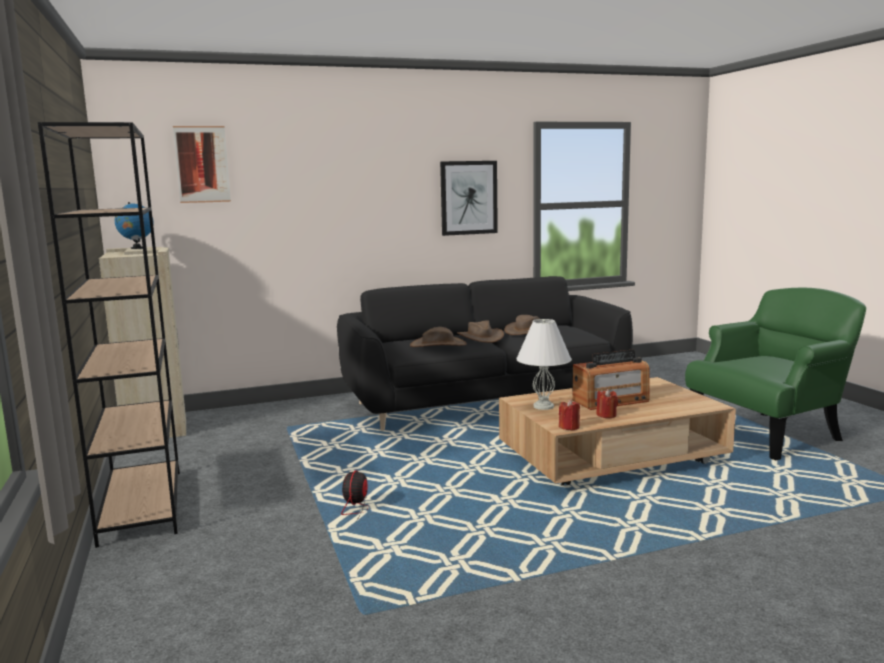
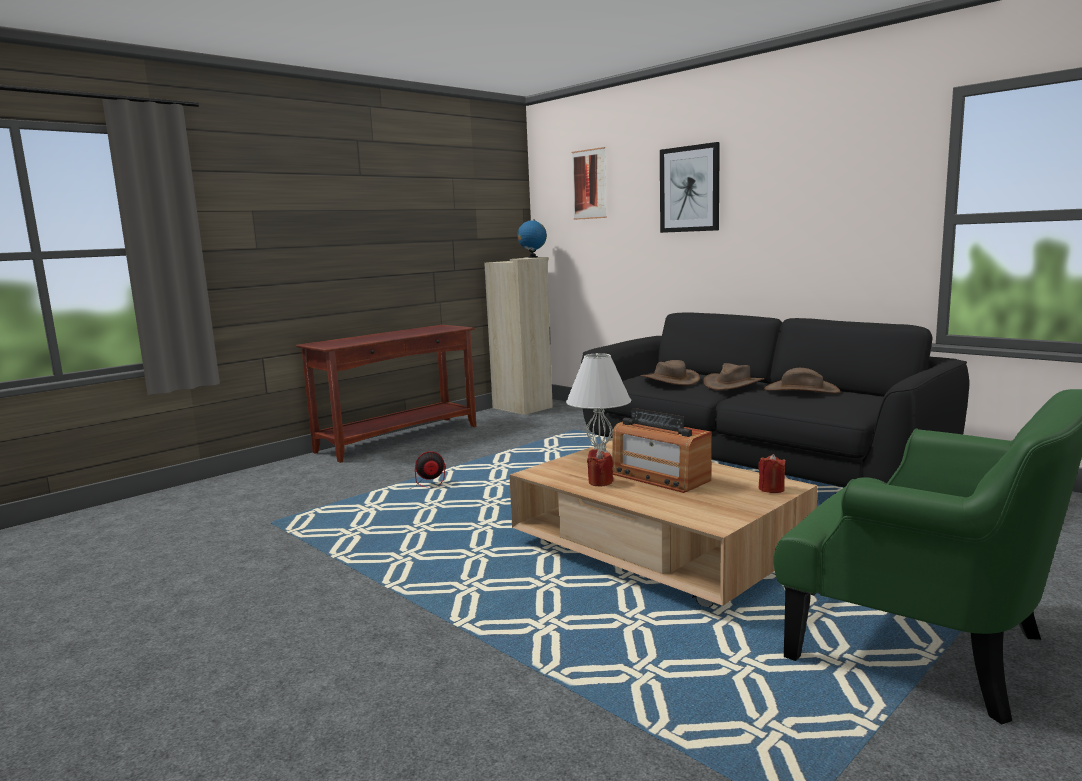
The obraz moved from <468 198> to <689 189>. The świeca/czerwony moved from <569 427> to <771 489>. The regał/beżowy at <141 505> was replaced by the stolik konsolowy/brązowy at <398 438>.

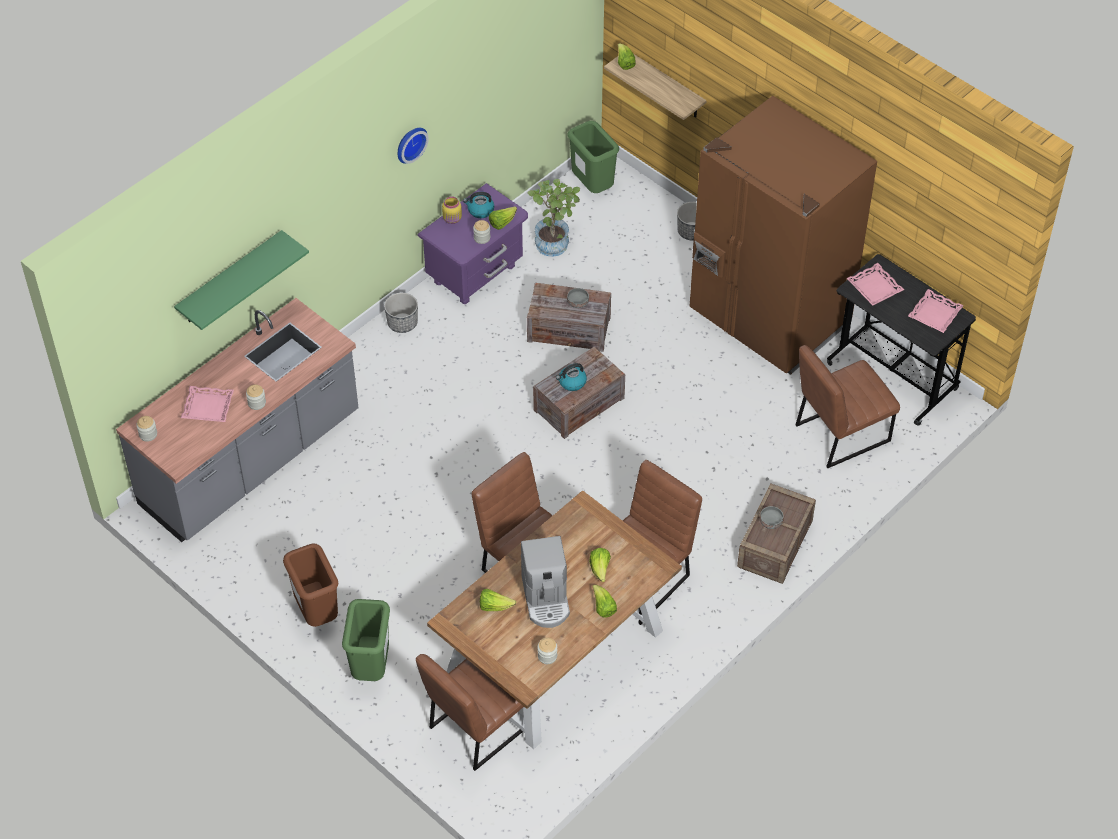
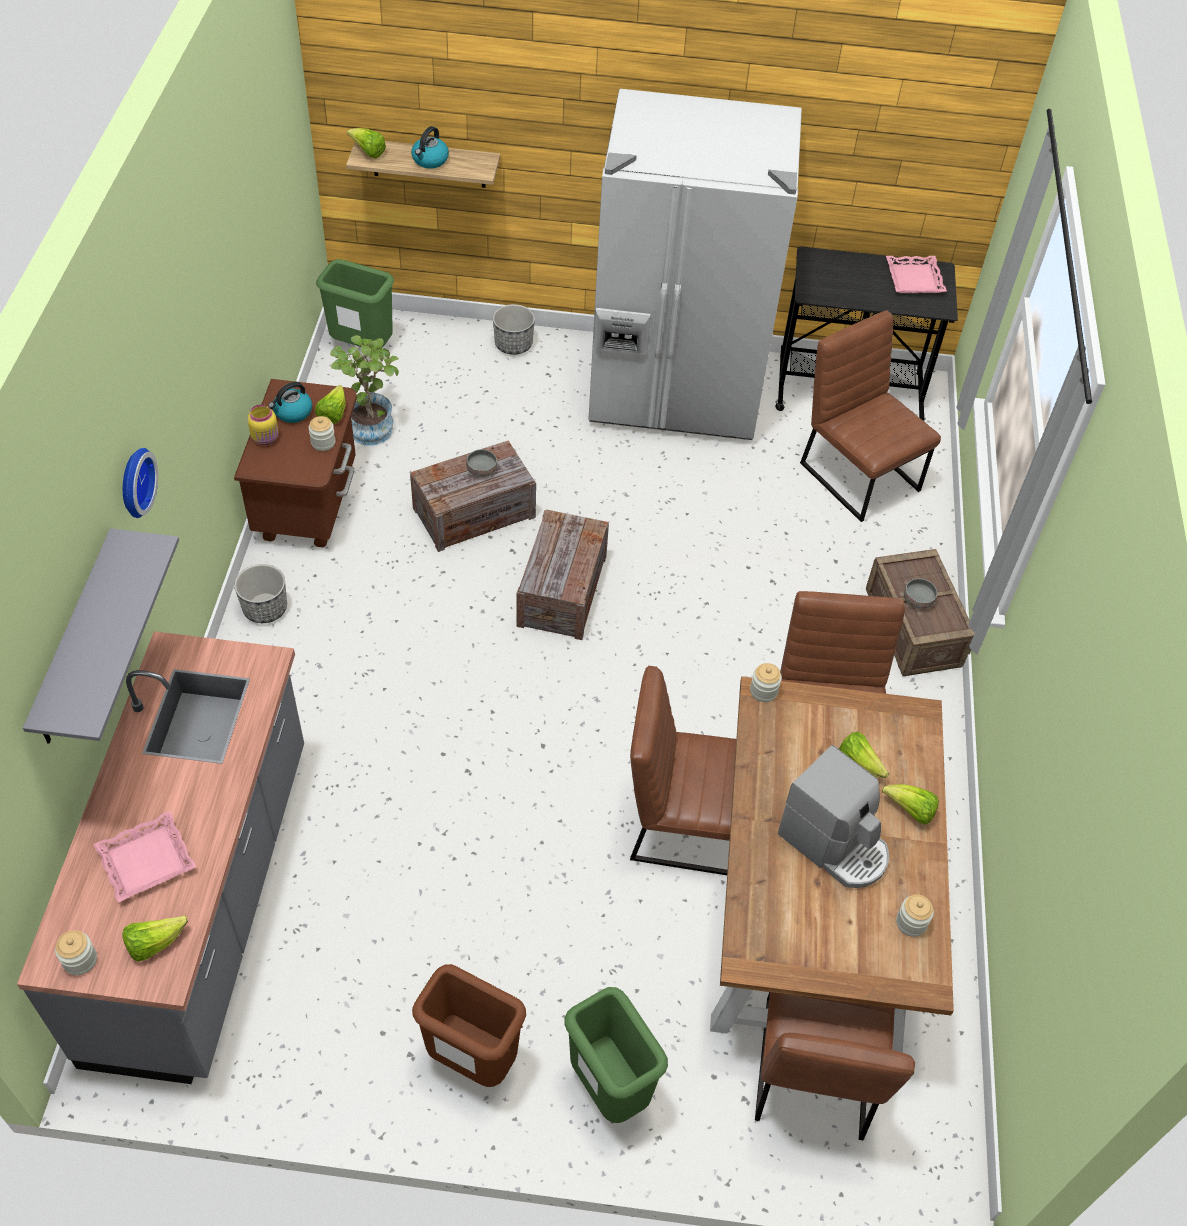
The taca/różowy at <875 287> disappeared. The słoik moved from <257 403> to <763 691>. The zegar ścienny moved from <409 143> to <133 482>. The sałata moved from <494 606> to <154 943>. The czajnik moved from <572 382> to <430 160>. The półka/zielony at <230 278> became the półka/szary at <75 641>. The szafka nocna/fioletowy at <477 275> became the szafka nocna/brązowy at <311 506>. The lodówka/brązowy at <769 317> became the lodówka/biały at <675 392>. The krzesło/brązowy at <840 433> turned 120 degrees clockwise.

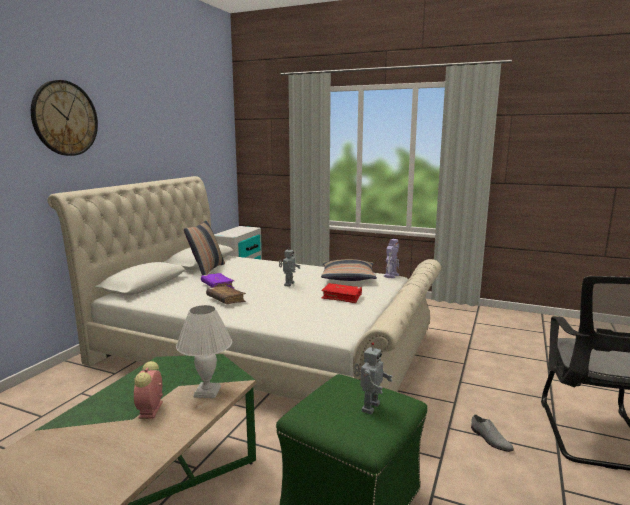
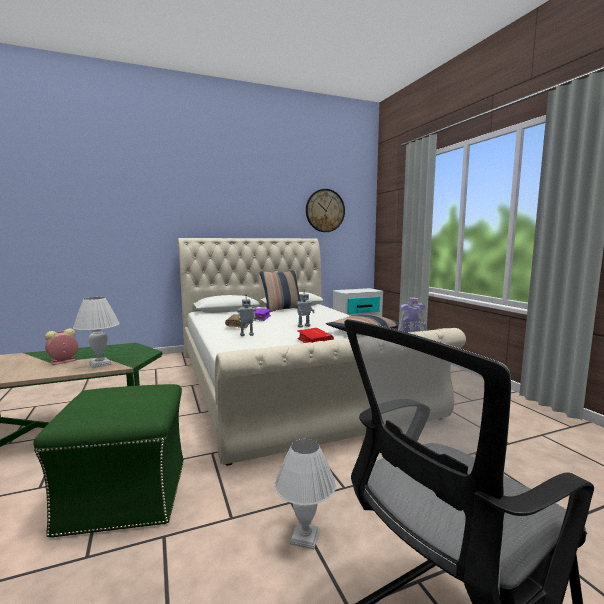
The zegar ścienny moved from <65 118> to <325 210>. The robot zabawkowy moved from <369 407> to <246 335>. The but/szary at <490 439> was replaced by the lampa stołowa/biały at <305 537>.

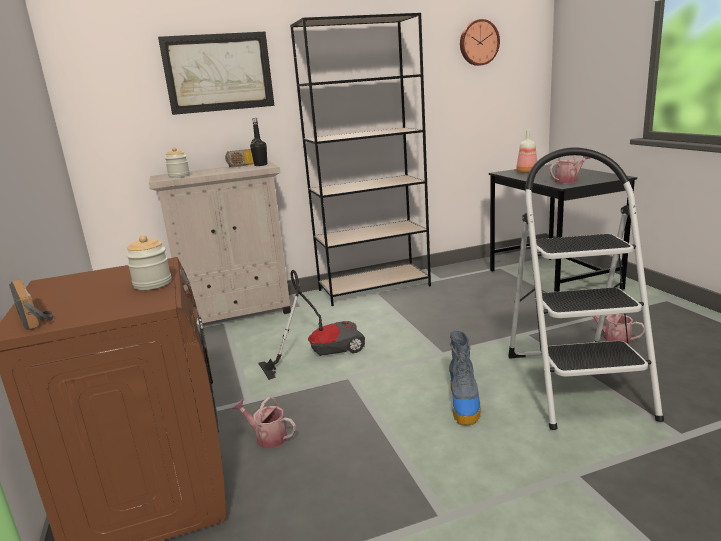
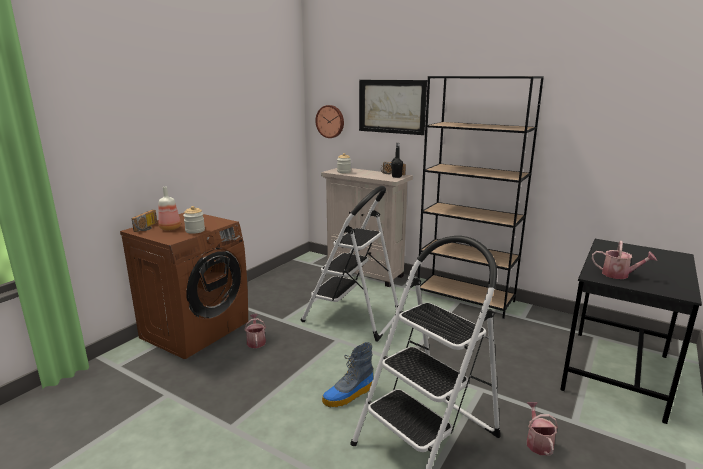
The zegar ścienny moved from <478 43> to <330 121>. The butelka moved from <526 172> to <170 228>. The odkurzacz at <321 353> was replaced by the drabinka at <353 319>.

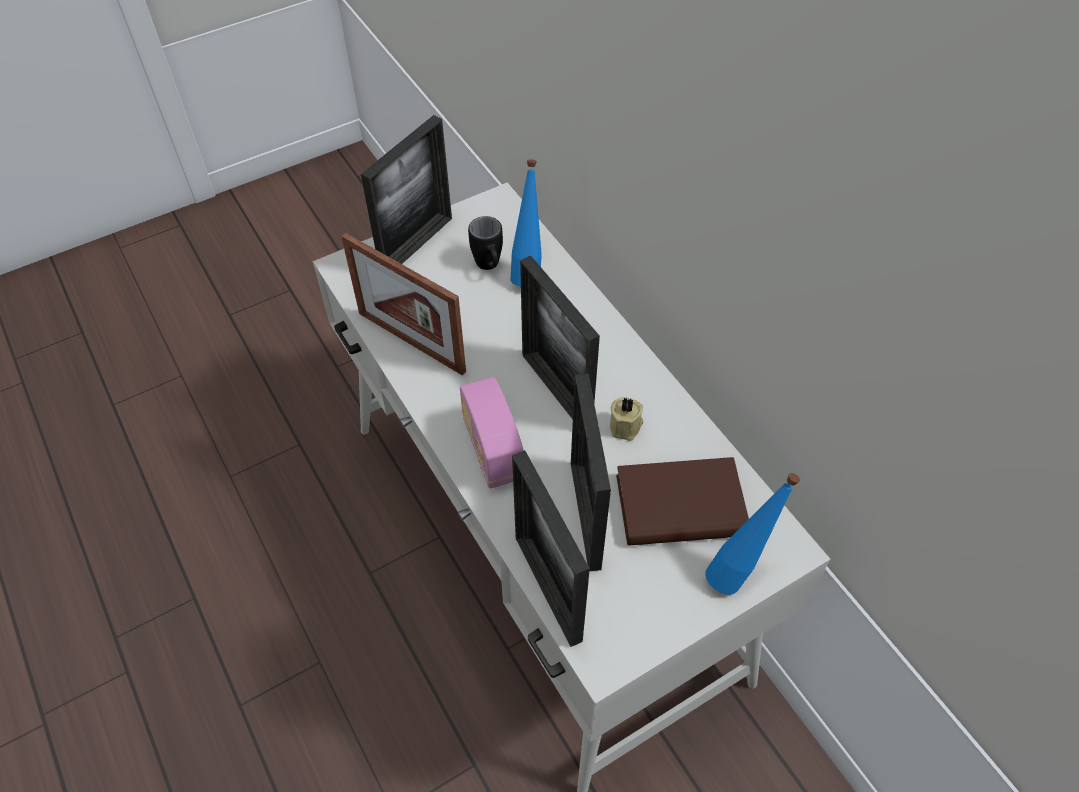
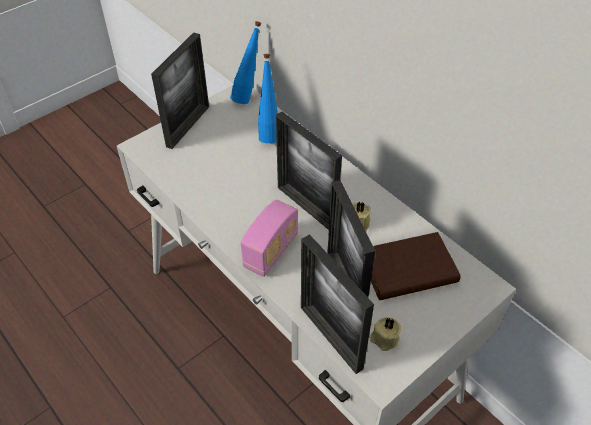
The ramka na zdjęcie at <411 342> disappeared. The kubek/czarny at <489 267> disappeared. The świeca/beżowy at <384 339> appeared. The butelka/niebieski moved from <738 570> to <248 97>. The radio at <492 449> turned 120 degrees counterclockwise.

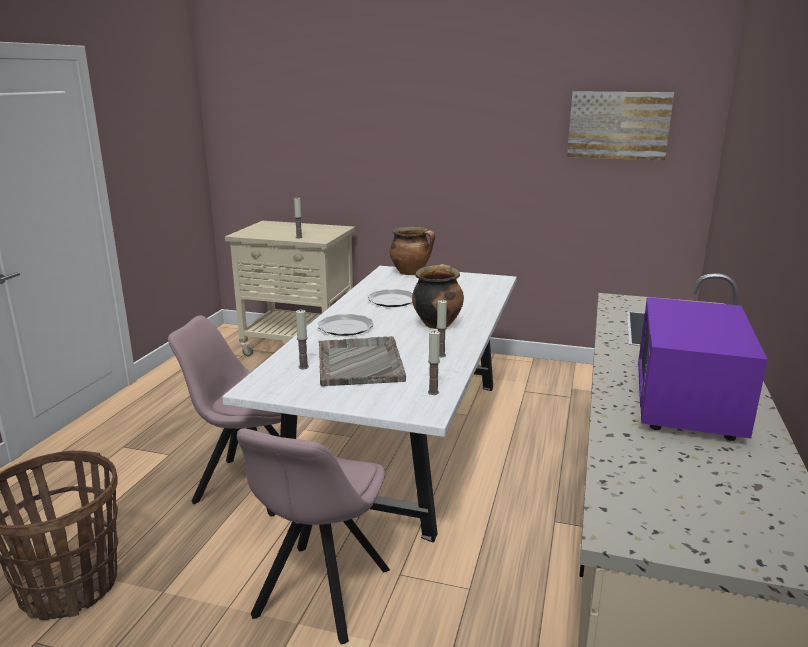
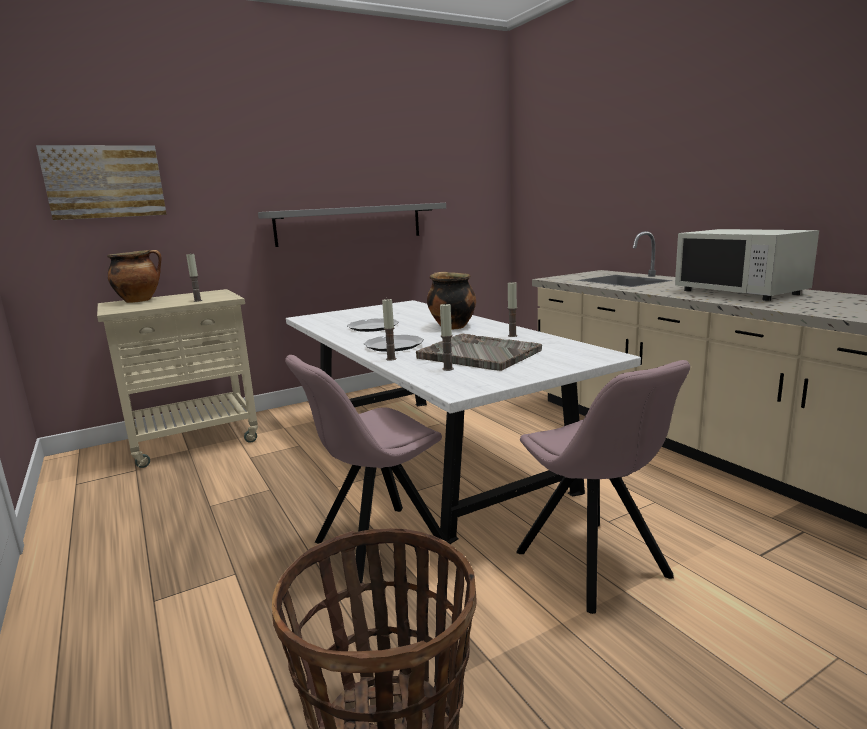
The półka/szary at <350 224> appeared. The garnek moved from <411 272> to <140 300>. The świeca moved from <433 392> to <391 359>. The obraz moved from <618 125> to <105 182>. The mikrofalówka/fioletowy at <688 403> became the mikrofalówka/biały at <740 292>.

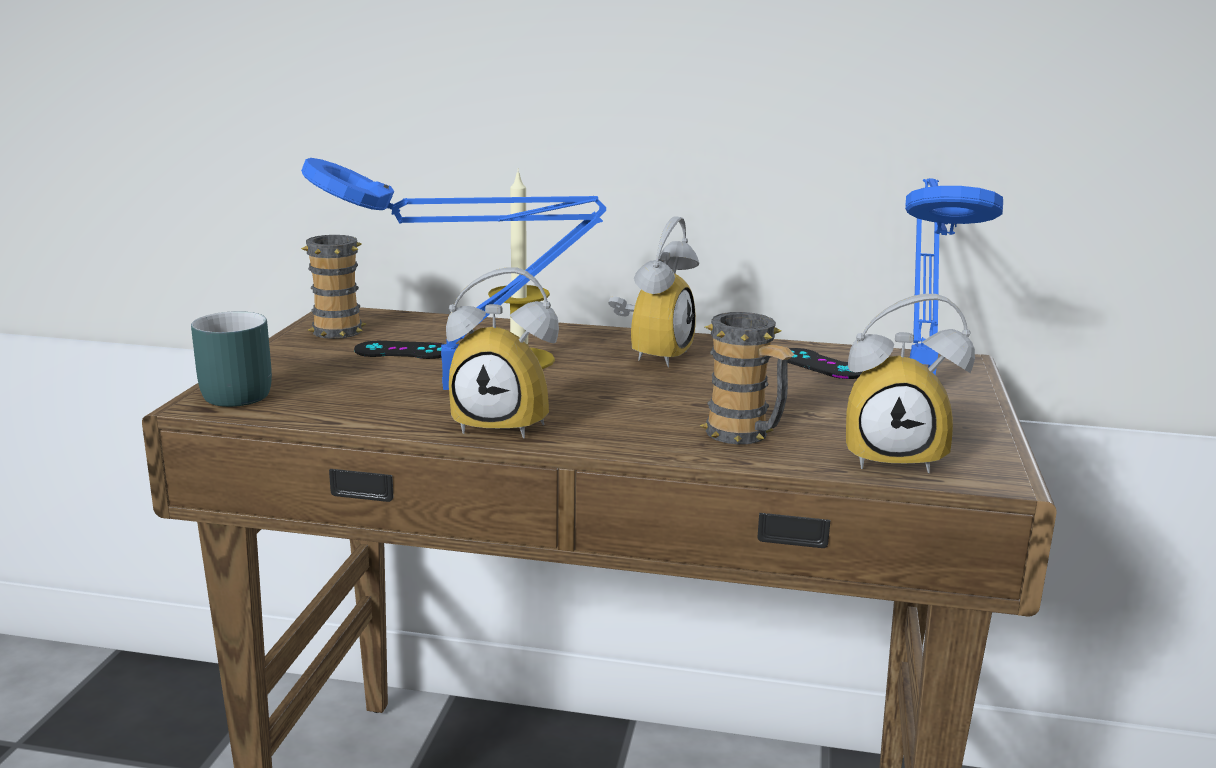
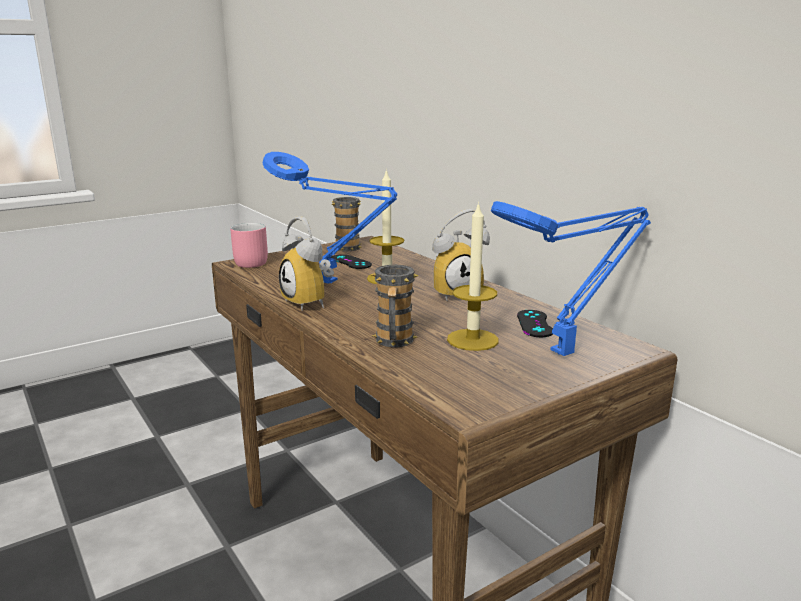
The budzik at <896 456> disappeared. The świeca at <472 340> appeared. The kubek/turkusowy at <226 394> became the kubek/różowy at <249 262>.

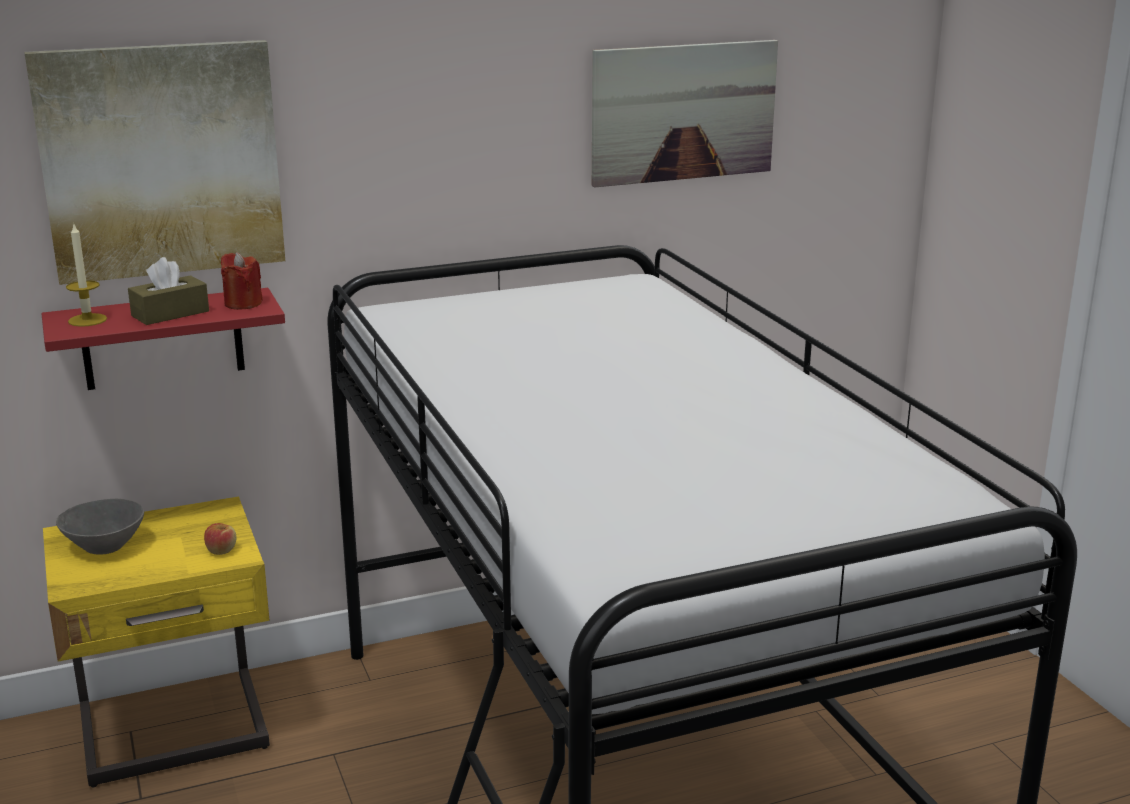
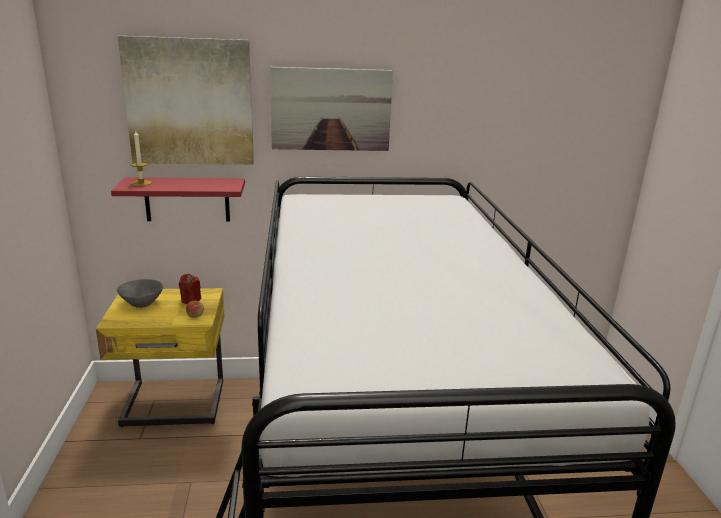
The pudełko chusteczek/brązowy at <170 313> disappeared. The świeca/czerwony moved from <243 304> to <190 299>. The obraz moved from <683 112> to <331 109>.

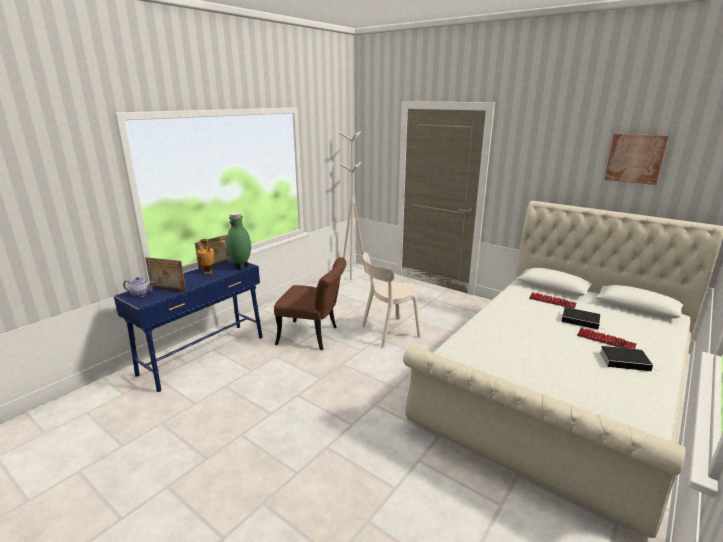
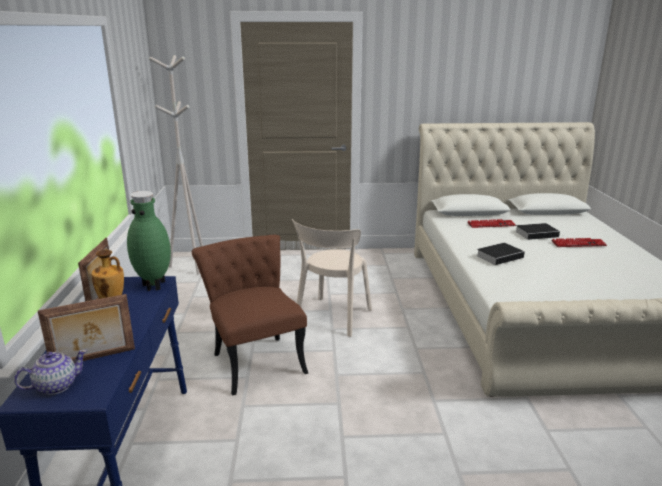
The obraz at <635 158> disappeared. The książka moved from <625 361> to <500 256>. The krzesło/brązowy at <314 336> turned 90 degrees counterclockwise.

